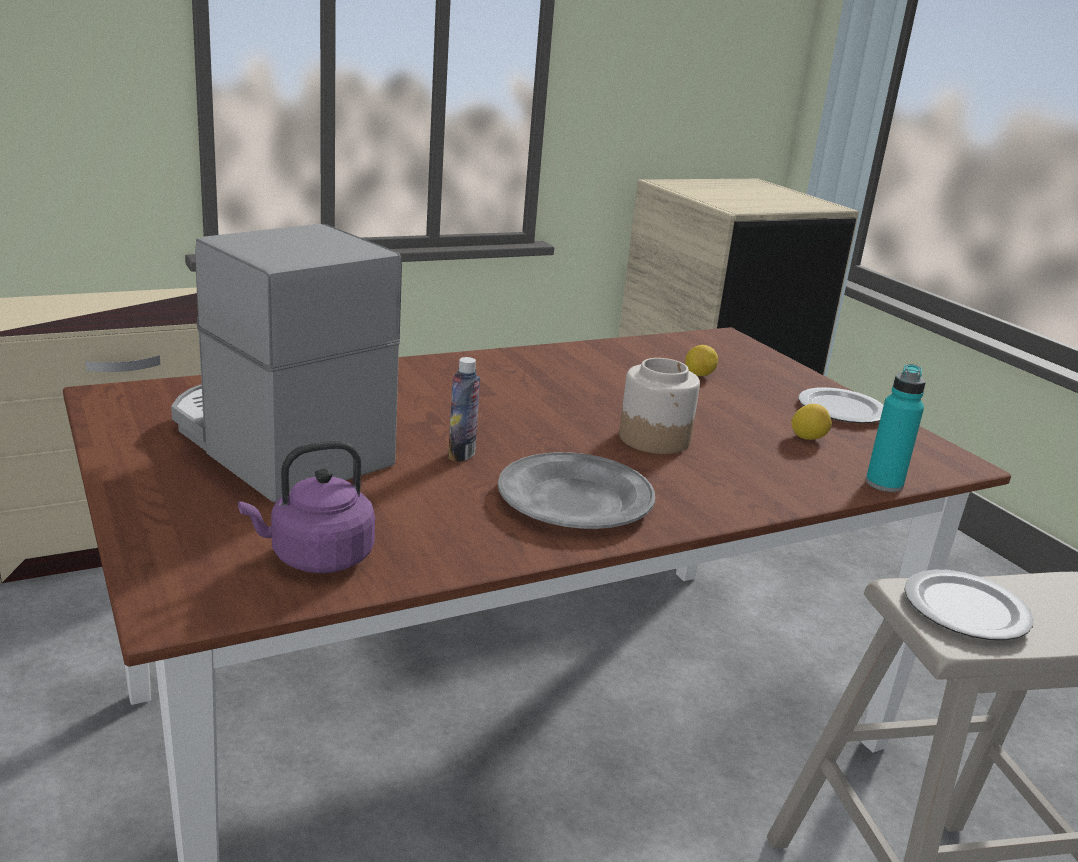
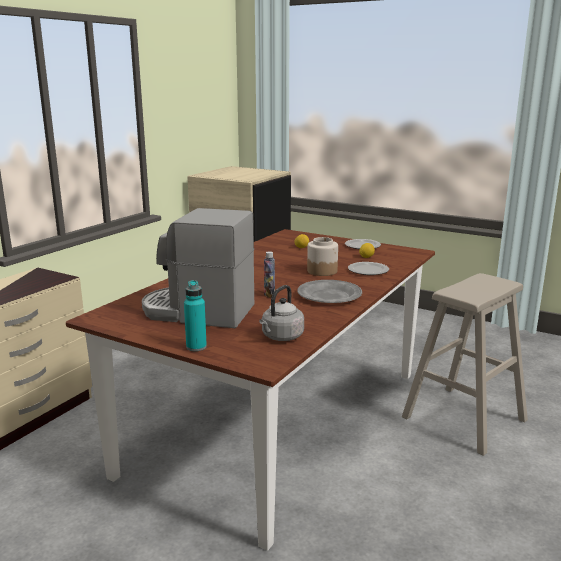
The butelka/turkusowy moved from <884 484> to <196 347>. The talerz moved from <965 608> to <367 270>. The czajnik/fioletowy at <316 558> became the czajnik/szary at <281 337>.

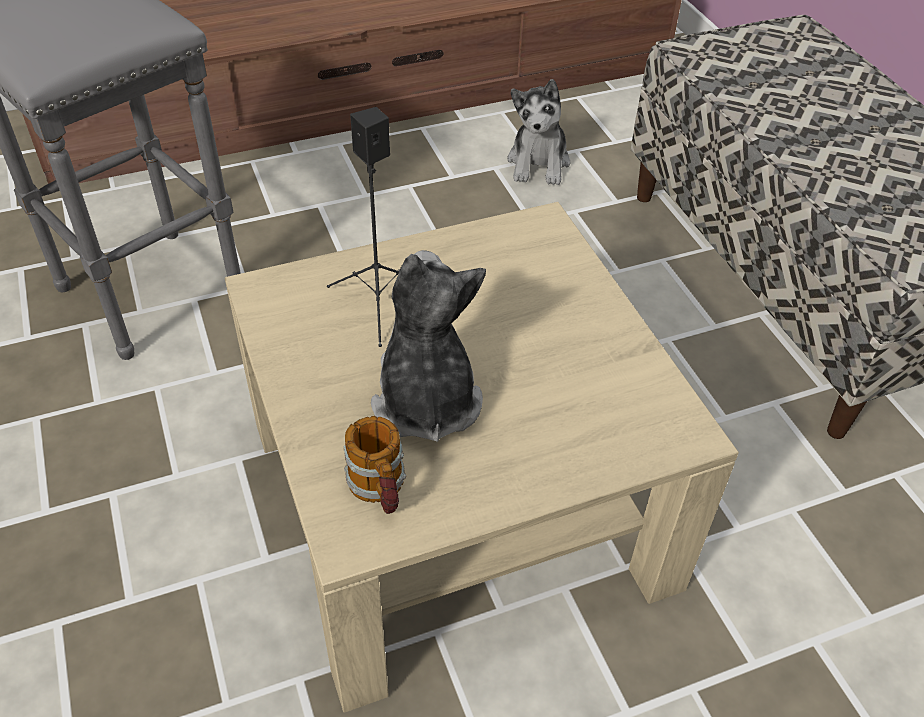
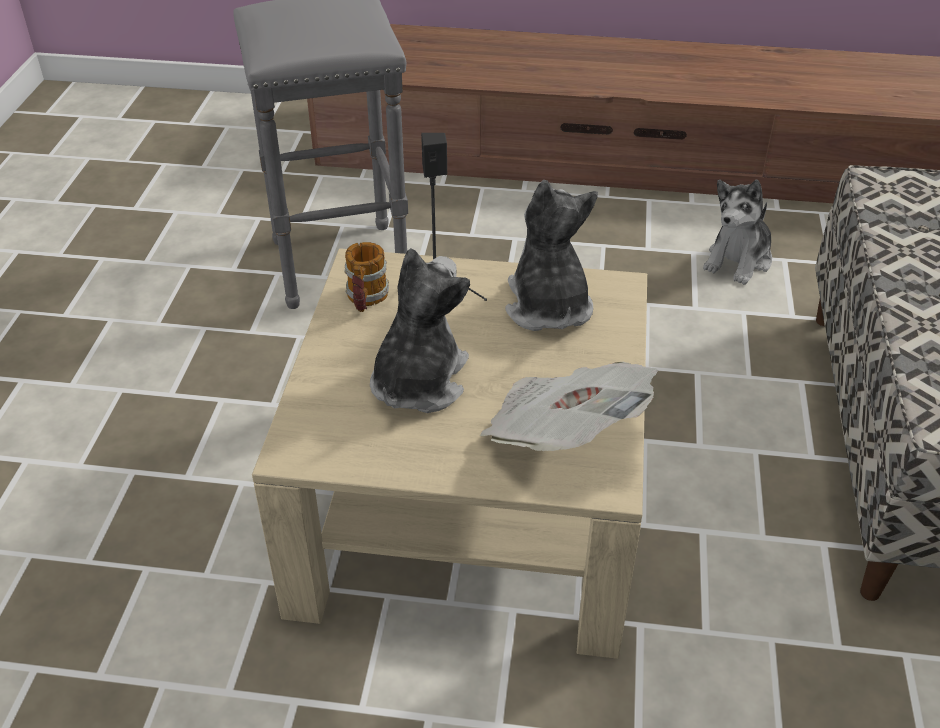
The gazeta at <563 434> appeared. The pluszak at <547 307> appeared. The kubek moved from <379 490> to <365 299>.

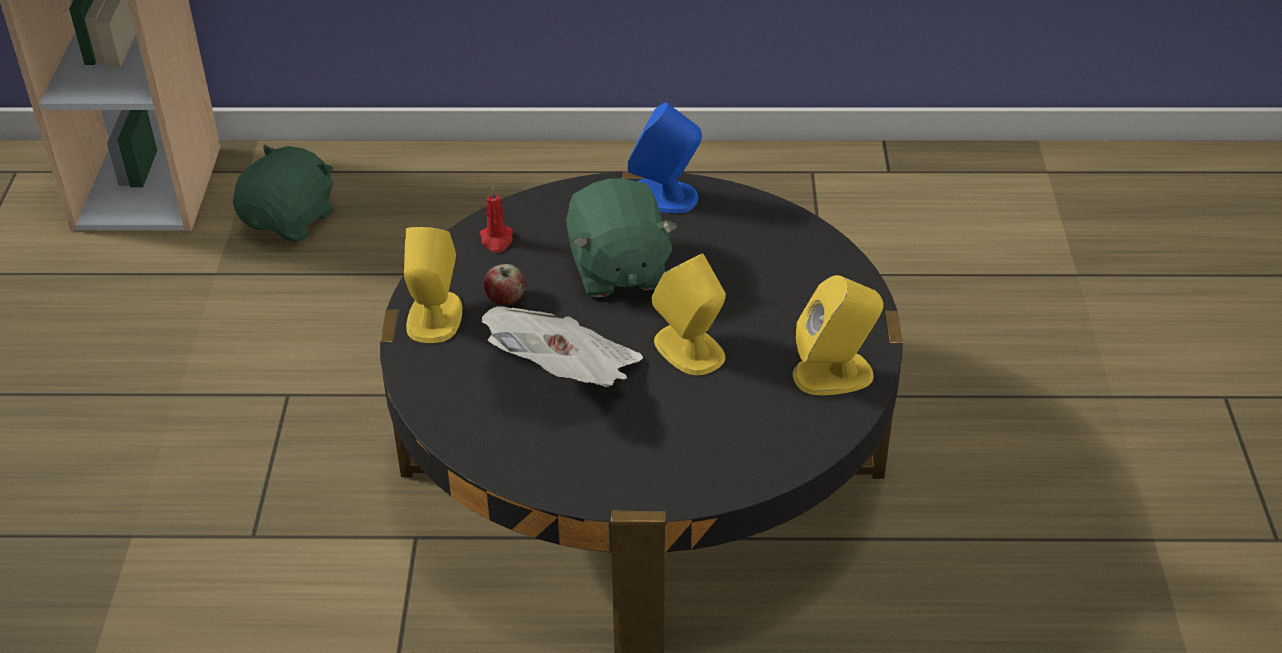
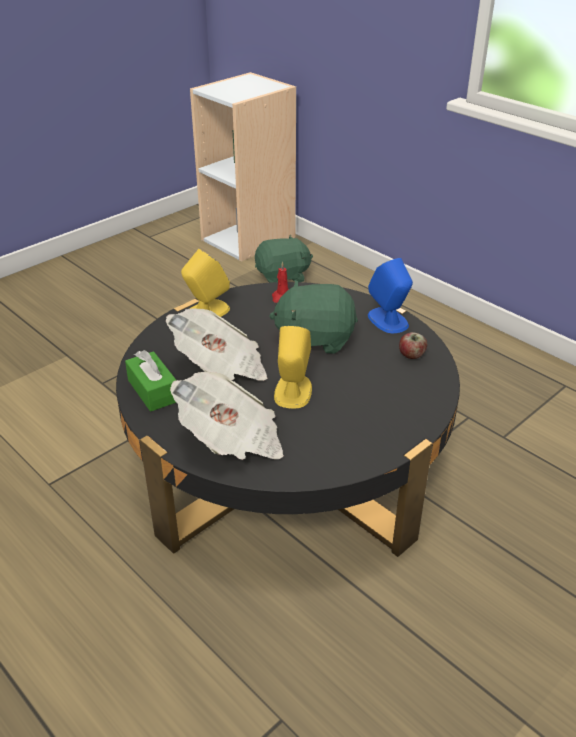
The głośnik/żółty at <834 374> disappeared. The pudełko chusteczek/zielony at <153 390> appeared. The gazeta at <232 440> appeared. The jabłko moved from <506 299> to <411 355>. The pluszak/zielony at <617 270> turned 60 degrees clockwise.

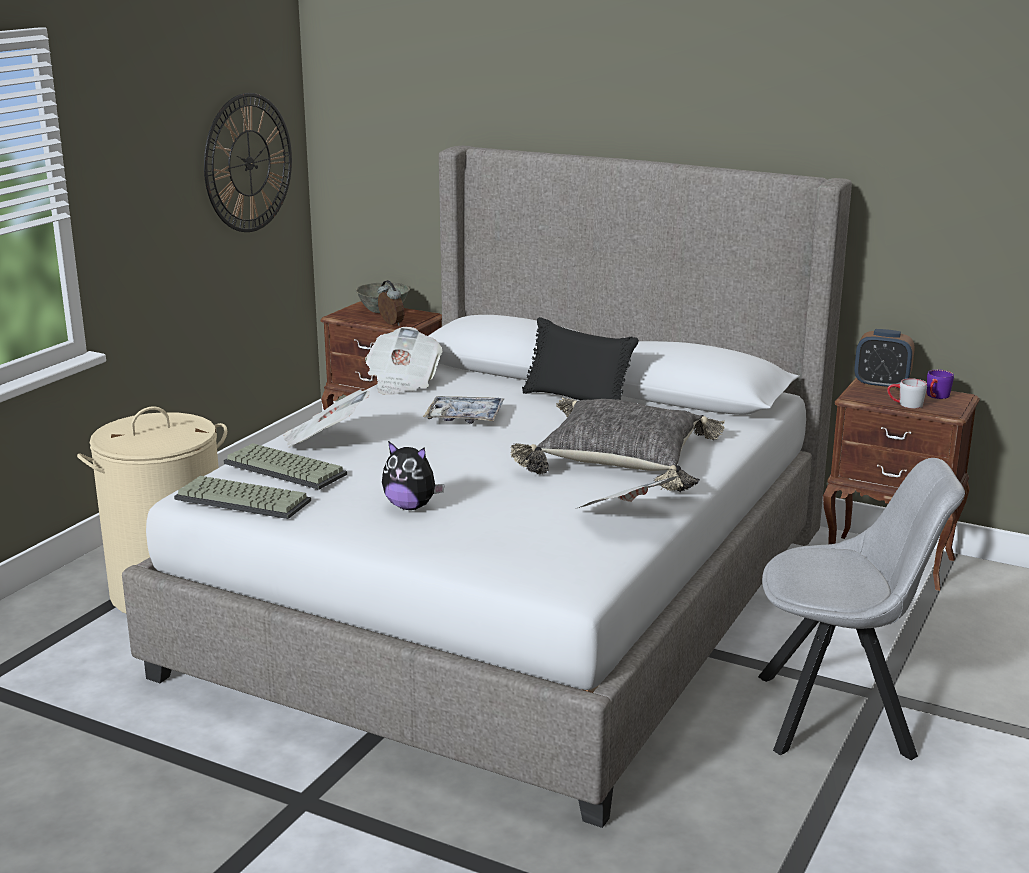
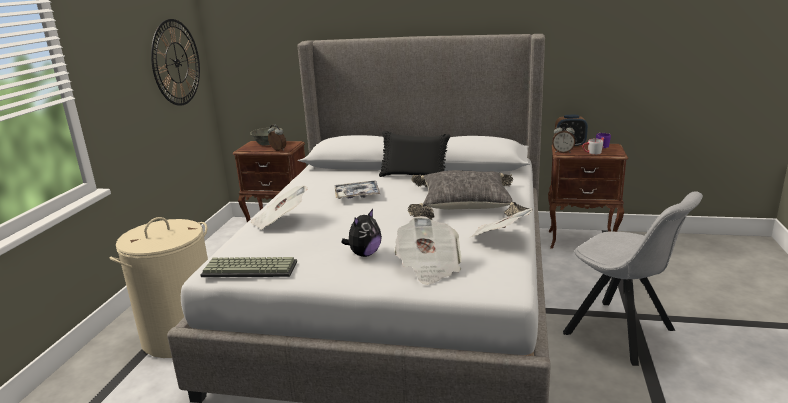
The klawiatura at <287 468> disappeared. The budzik at <563 152> appeared. The gazeta moved from <402 382> to <428 267>. The pluszak at <411 506> turned 60 degrees counterclockwise. The krzesło/szary at <839 716> turned 60 degrees clockwise.

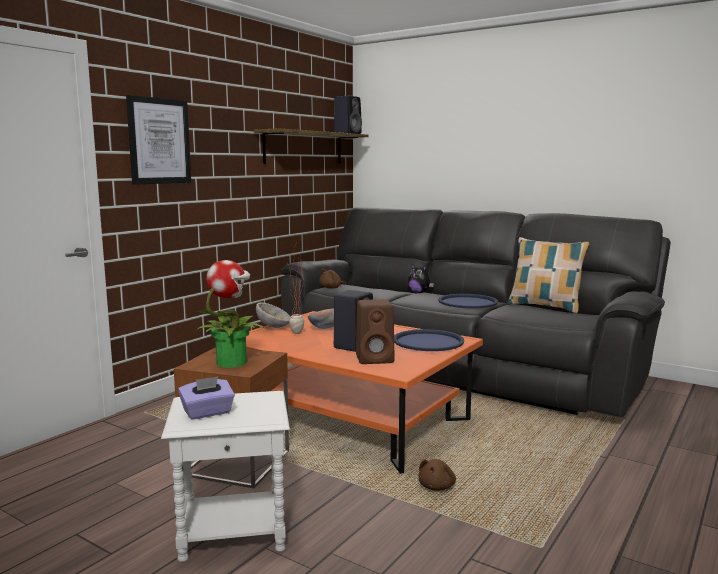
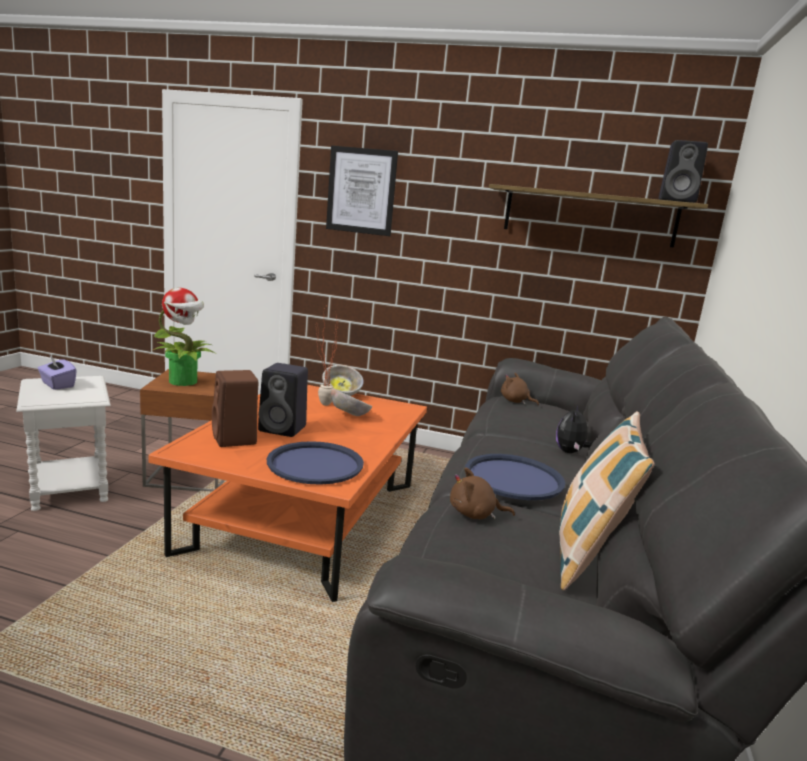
The pluszak/brązowy moved from <437 486> to <475 514>.

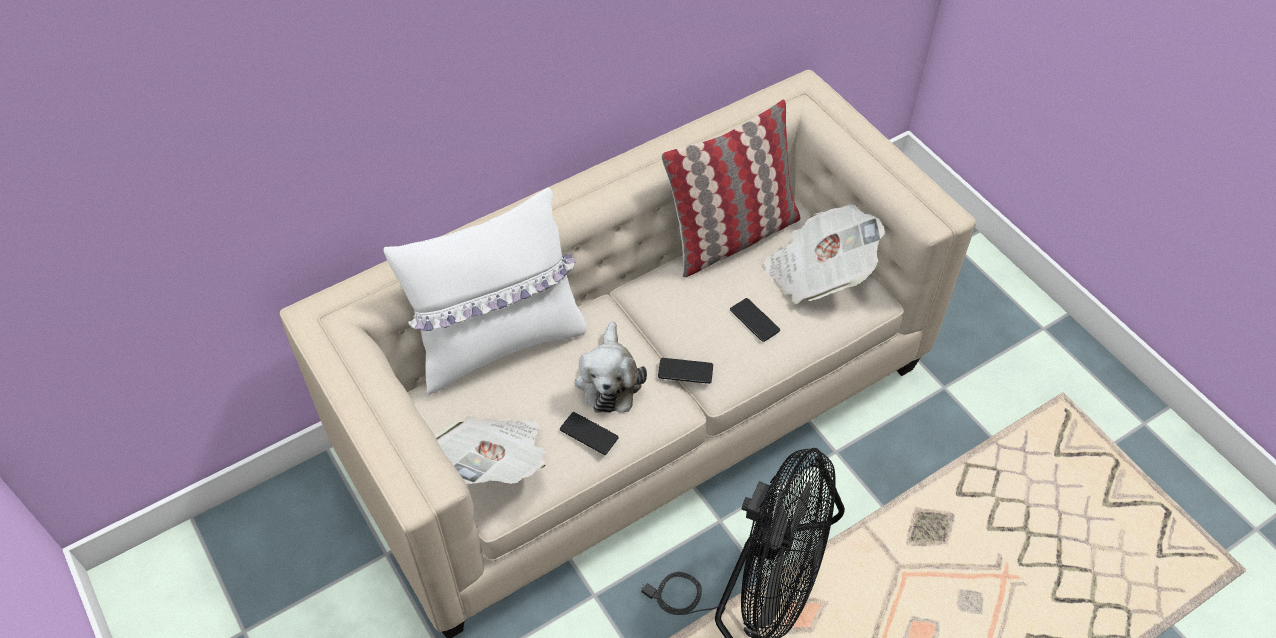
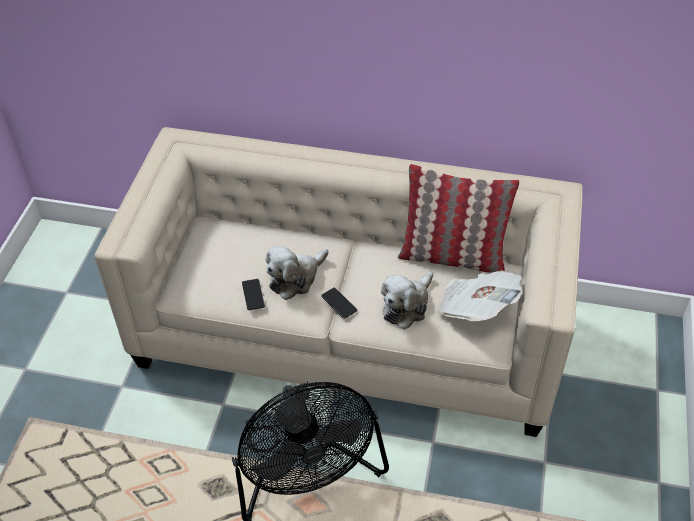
The poduszka/biały at <499 343> disappeared. The gazeta at <494 464> disappeared. The telefon at <754 320> was replaced by the pluszak at <407 305>.

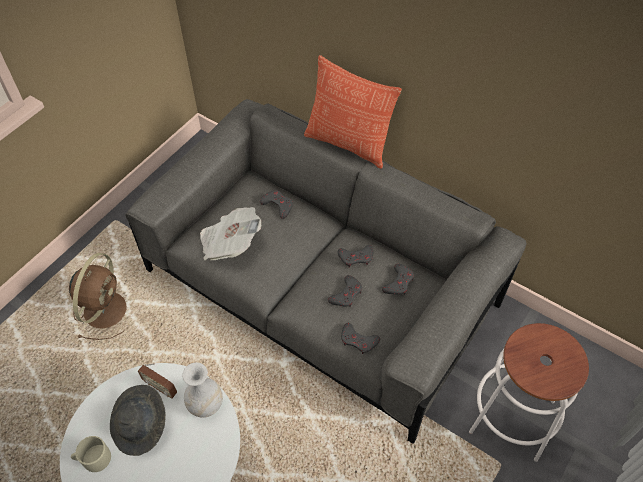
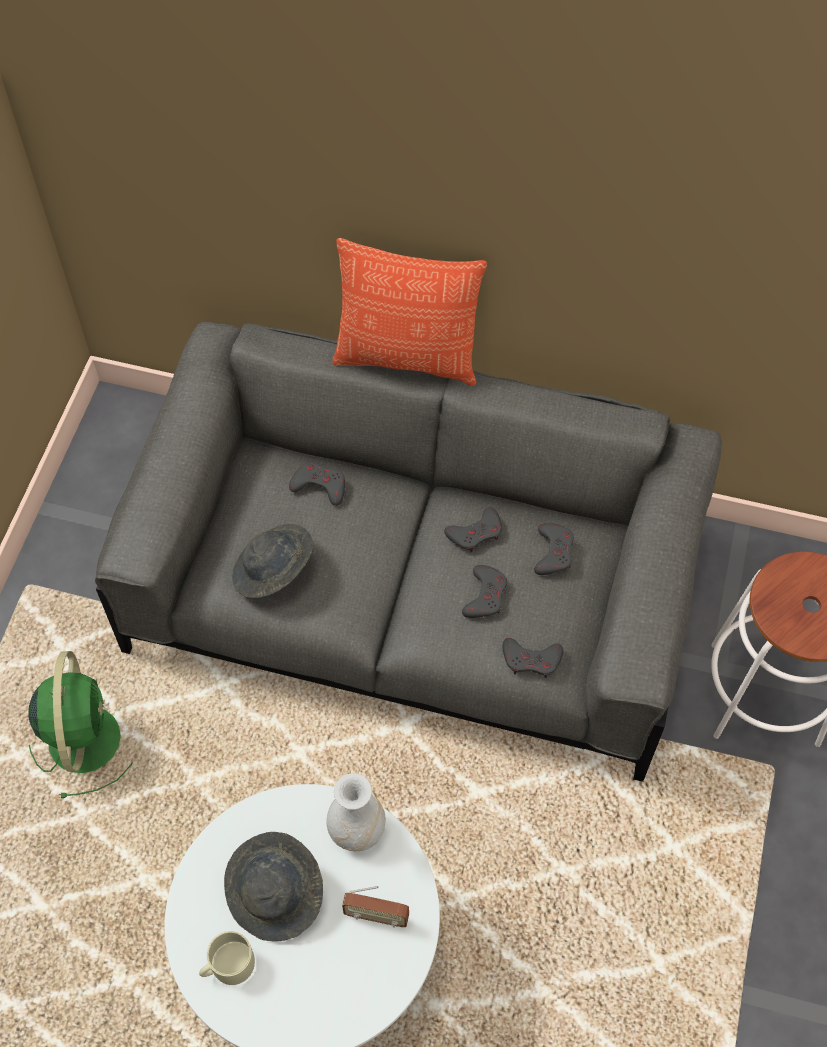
The radio moved from <160 387> to <376 916>. The gazeta at <230 243> was replaced by the kapelusz/szary at <273 572>. The wentylator/brązowy at <106 308> became the wentylator/zielony at <85 736>.

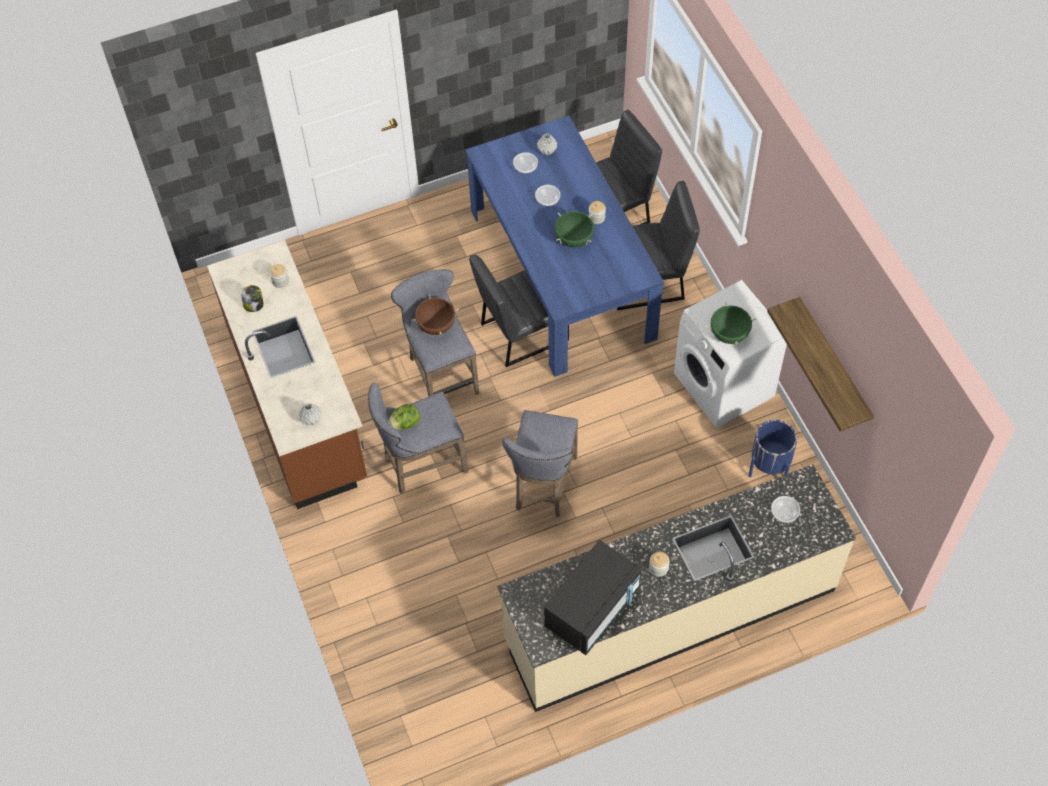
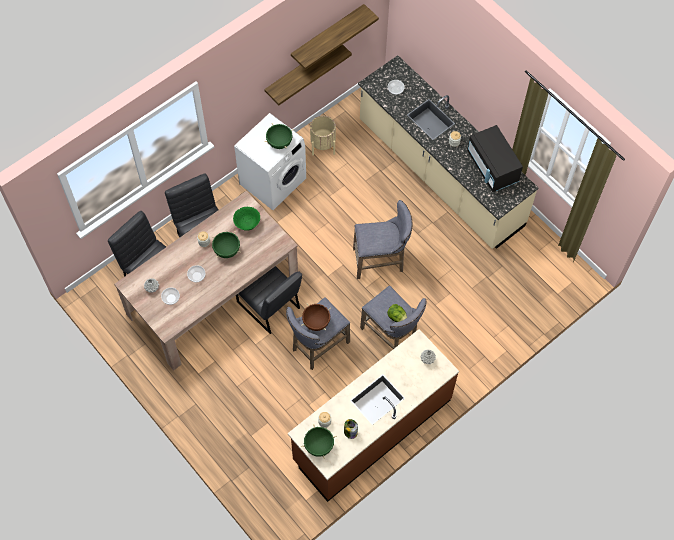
The miska/zielony at <247 224> appeared. The półka at <327 34> appeared. The garnek/zielony at <318 446> appeared. The stół jadalny/niebieski at <561 273> became the stół jadalny/beżowy at <213 295>. The donica/niebieski at <769 465> became the donica/beżowy at <323 145>. The mikrofalówka/czarny at <592 609> turned 135 degrees counterclockwise.

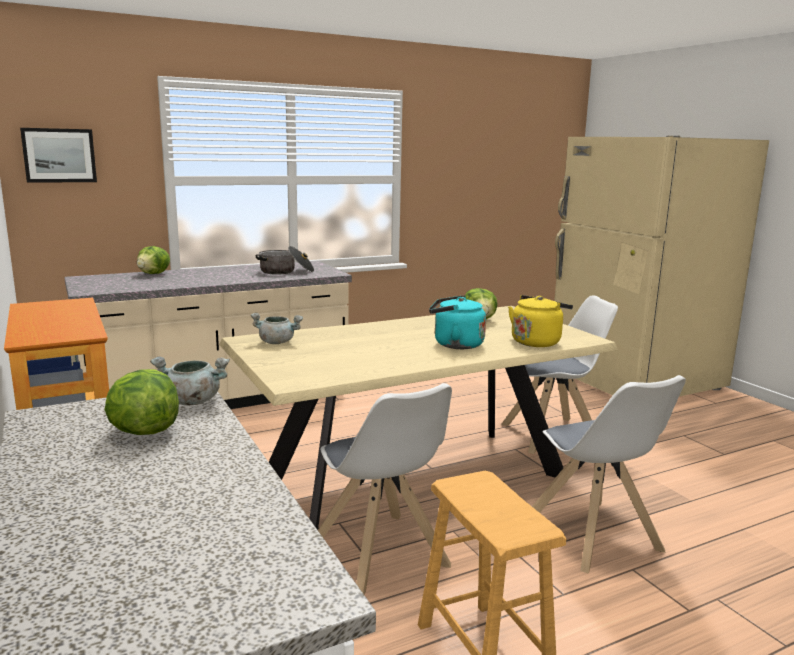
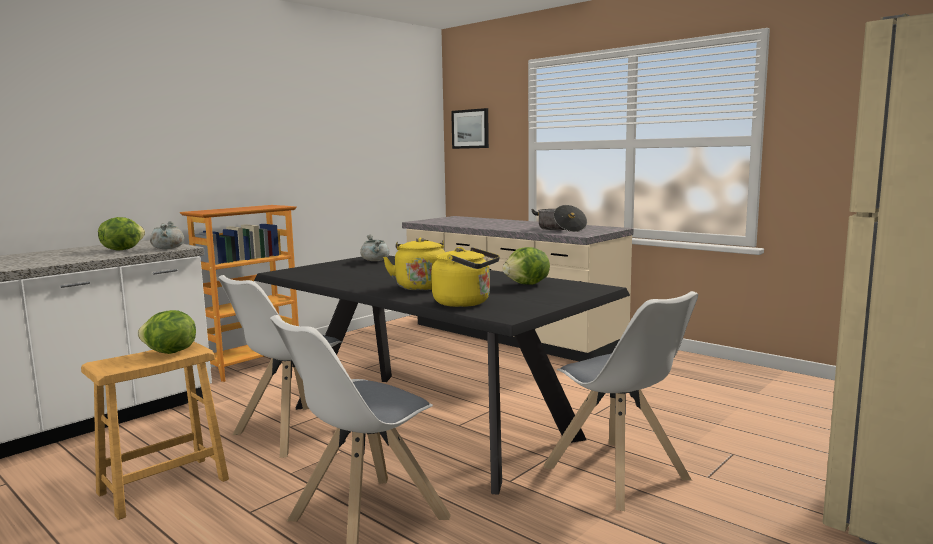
The sałata moved from <154 274> to <169 353>. The stół jadalny/beżowy at <416 479> became the stół jadalny/czarny at <430 422>. The czajnik/turkusowy at <455 344> became the czajnik/żółty at <420 286>.

